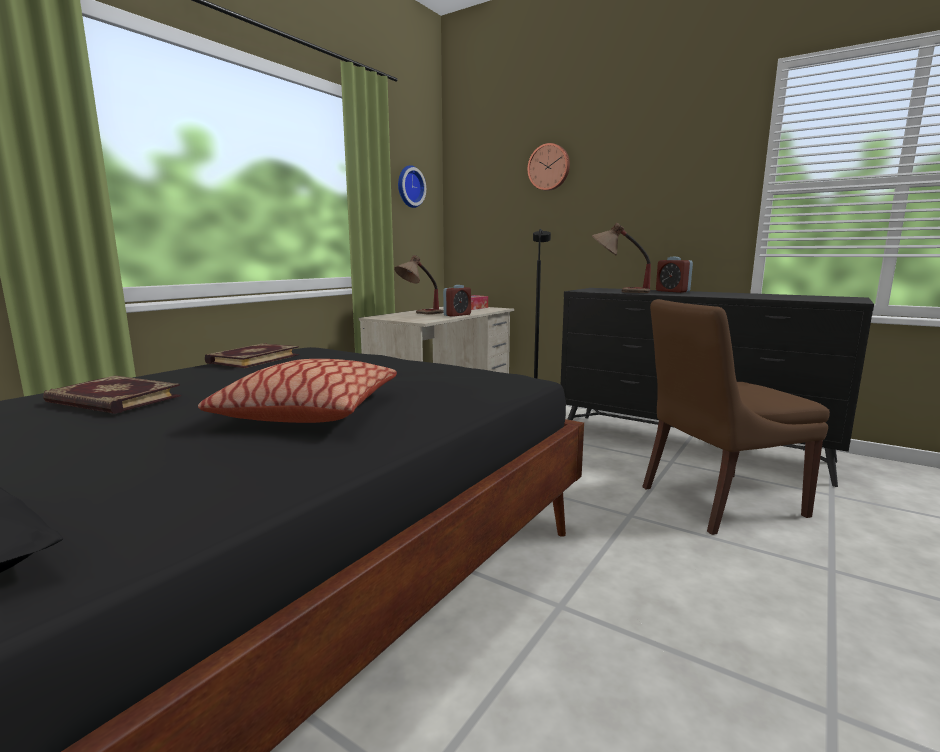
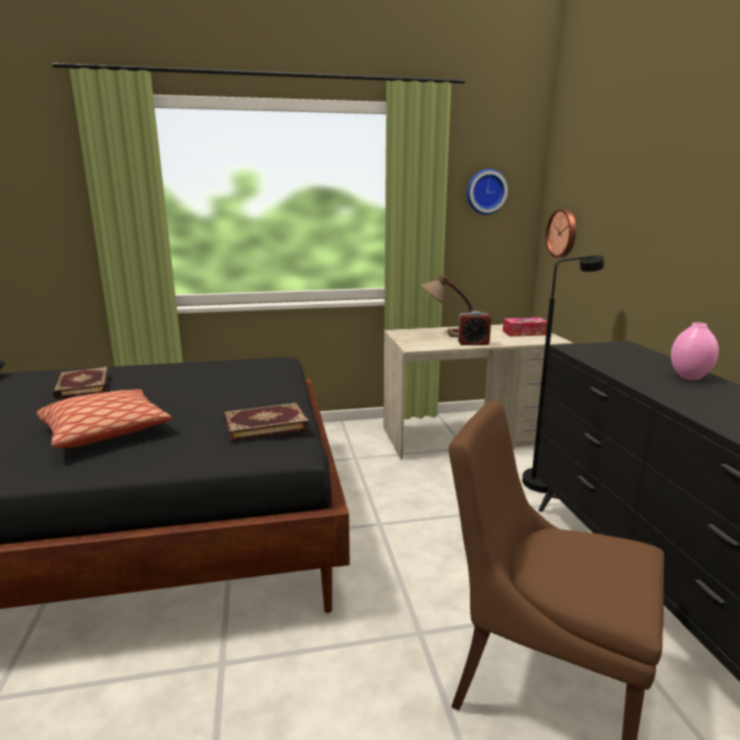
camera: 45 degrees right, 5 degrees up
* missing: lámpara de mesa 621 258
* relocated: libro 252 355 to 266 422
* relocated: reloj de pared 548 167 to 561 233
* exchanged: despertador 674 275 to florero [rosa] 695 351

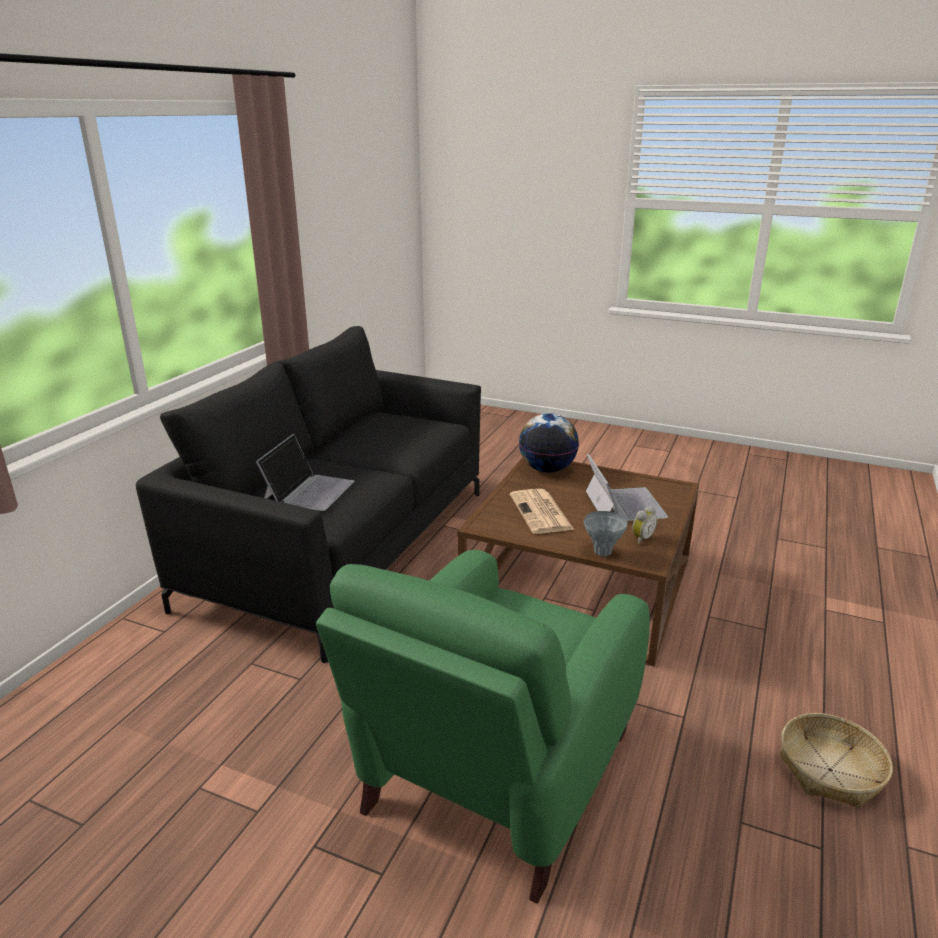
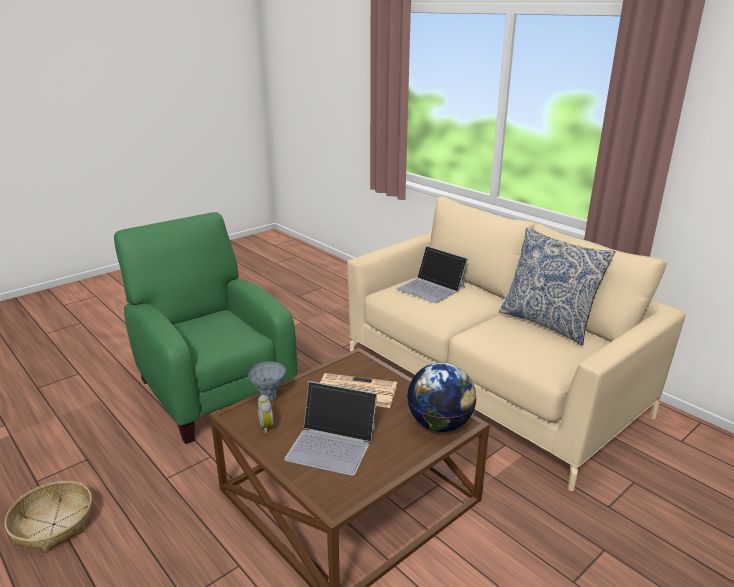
camera: 115 degrees right, 0 degrees up
* appeared: cojín 557 286
* colour: sofá [negro] 308 494 to sofá [beis] 516 344

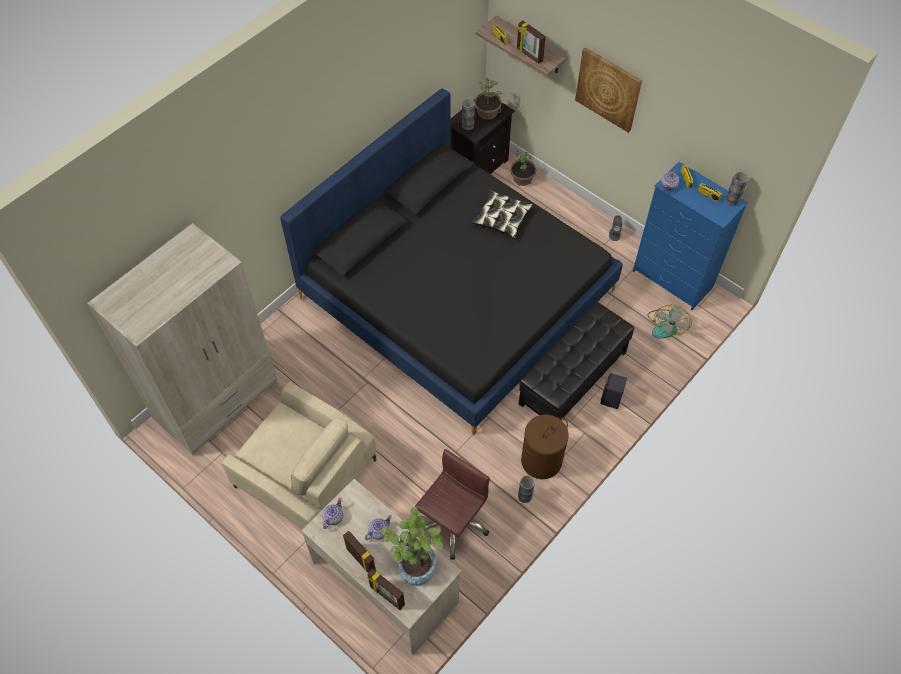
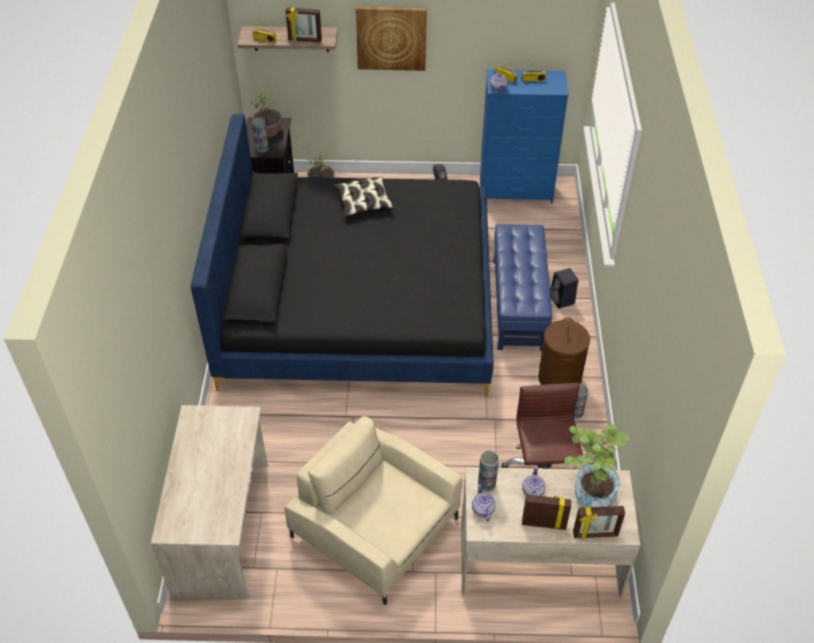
camera: 40 degrees left, 10 degrees down
* missing: ventilador 670 322
* relocated: florero 737 189 to 488 470
* exchanged: armario ropero [beis] 182 339 to escritorio [beis] 209 502
* colour: puf [negro] 577 361 to puf [azul] 523 287
* spun: sillón [beis] 298 455 = 373 510 135 degrees counterclockwise

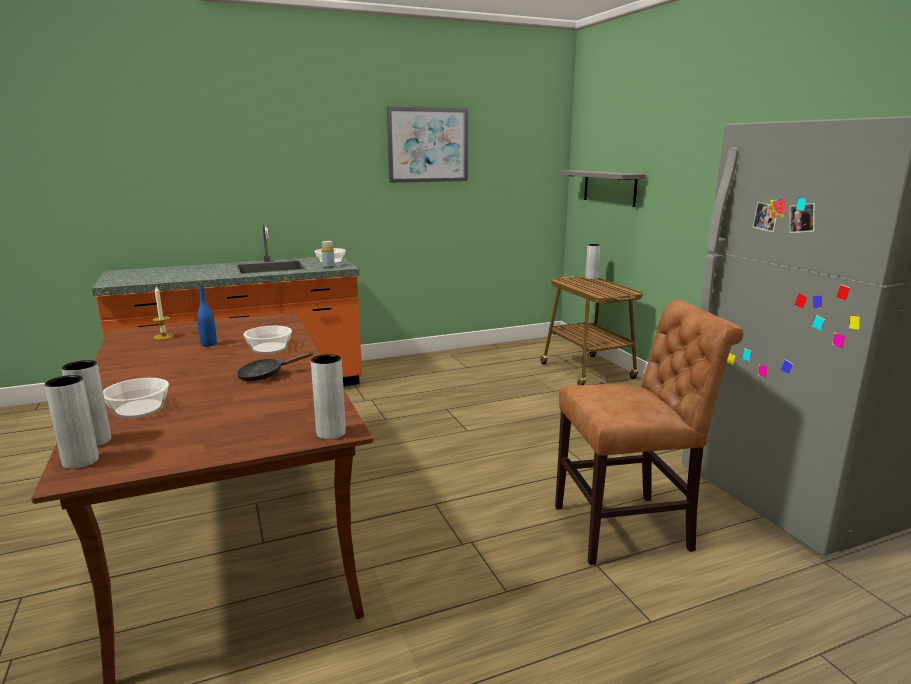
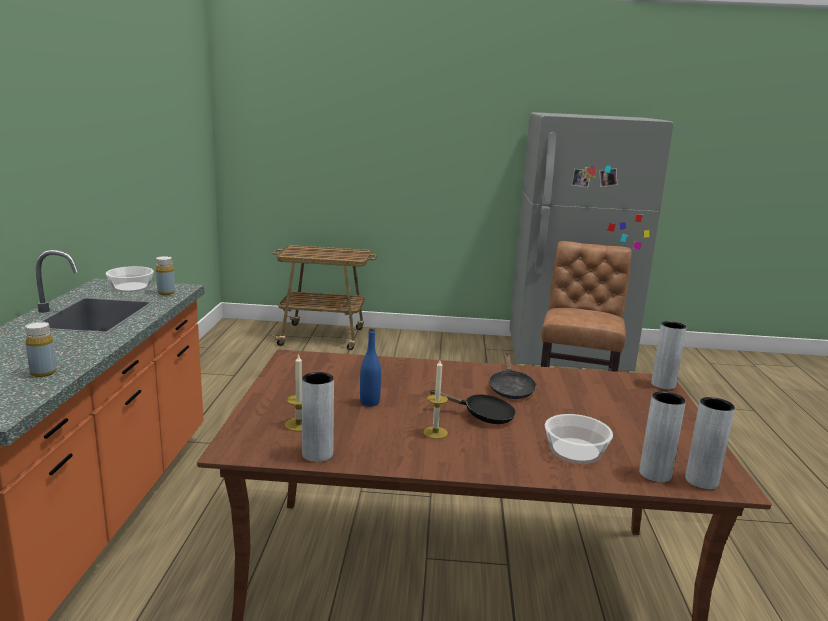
camera: 65 degrees left, 0 degrees up
* missing: cuenco 267 340
* missing: cuadro 427 144
* missing: estante [gris] 602 188
* appeared: botella [amarillo] 40 349
* appeared: vela 435 399
* appeared: sartén [negro] 473 406
* relocated: florero [gris] 592 262 to 318 417

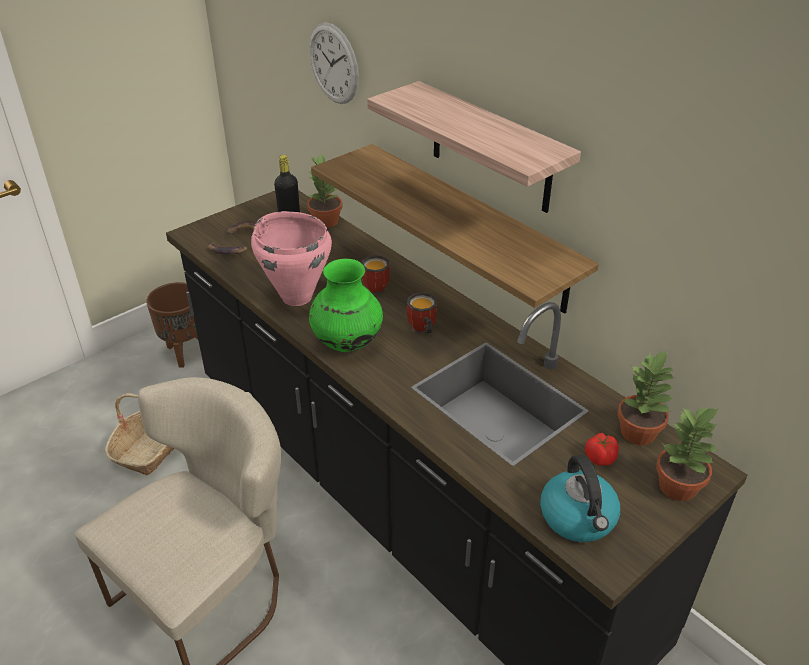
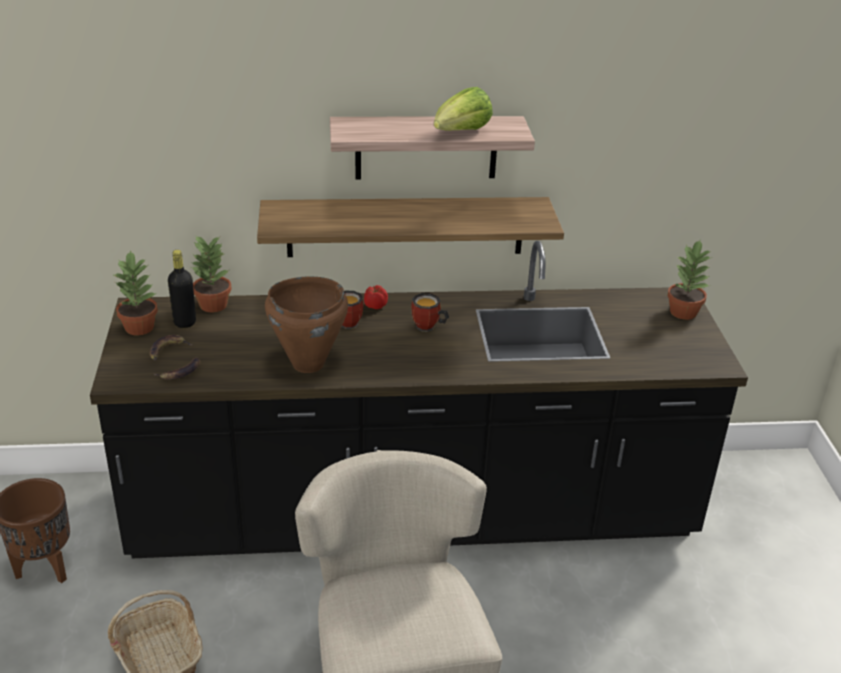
camera: 55 degrees left, 5 degrees down
* missing: reloj de pared 334 63
* missing: florero [verde] 346 305
* missing: hervidor 580 498
* appeared: lechuga 463 109
* relocated: tomate 602 449 to 376 297
* relocated: planta en maceta 645 398 to 135 292
* colour: olla [rosa] 291 258 to olla [marrón] 306 324

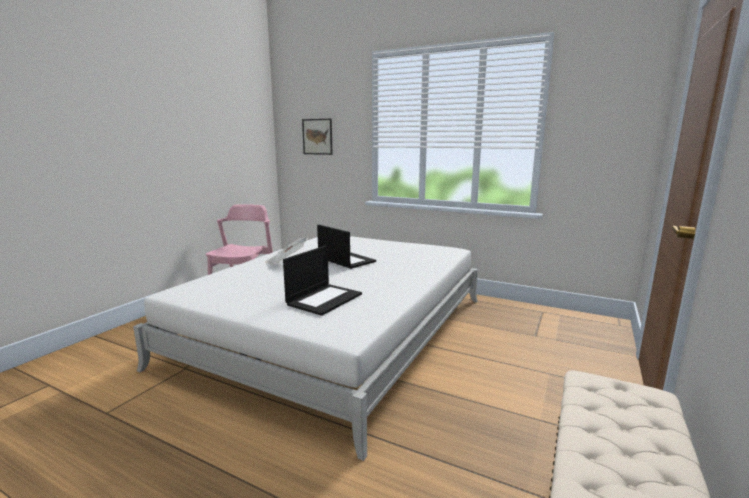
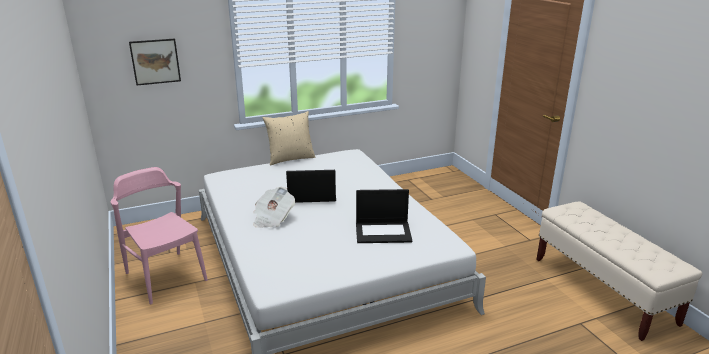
camera: 50 degrees left, 10 degrees up
* appeared: cojín [beis] 289 138
* spun: portátil 322 280 = 384 216 105 degrees clockwise

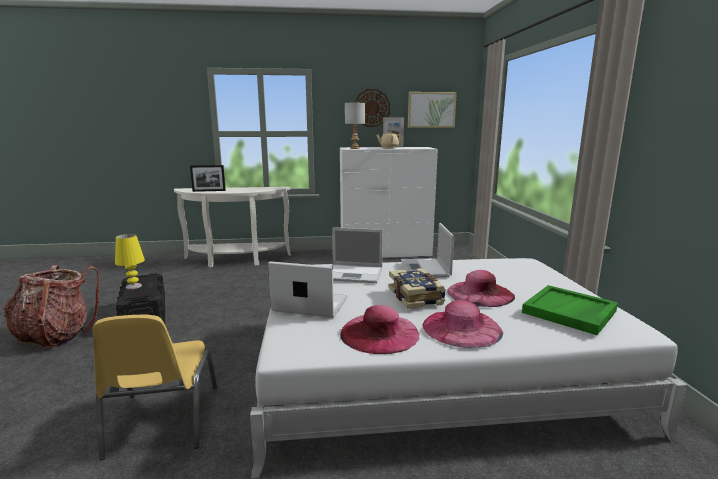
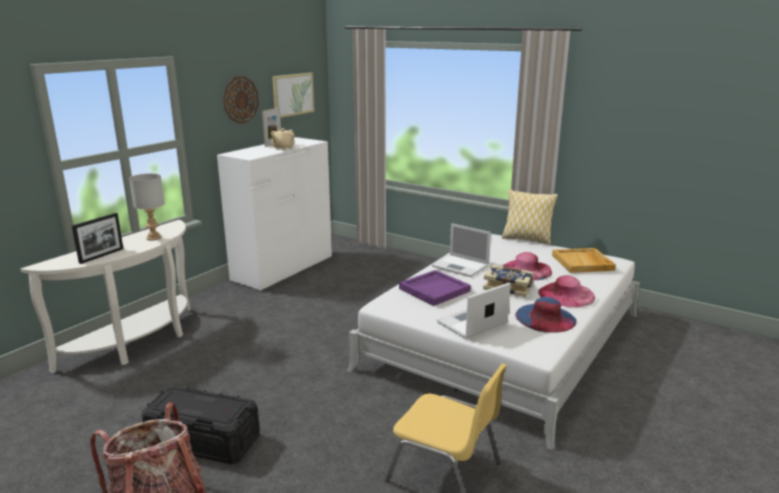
camera: 50 degrees left, 5 degrees up
* missing: lámpara de mesa [amarillo] 130 261
* appeared: cojín 530 217
* relocated: lámpara de mesa [gris] 355 126 to 147 207
* exchanged: portátil 357 255 to bandeja [morado] 435 288
* colour: sombrero [rosa] 380 329 to sombrero [azul] 546 315
* colour: bandeja [verde] 570 310 to bandeja [beis] 584 260

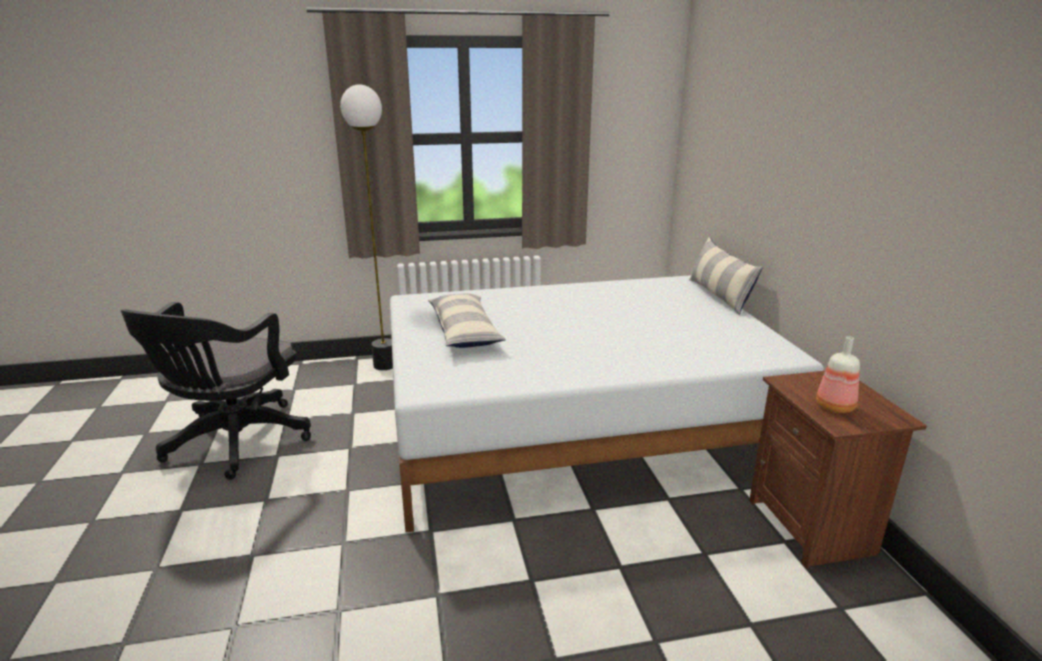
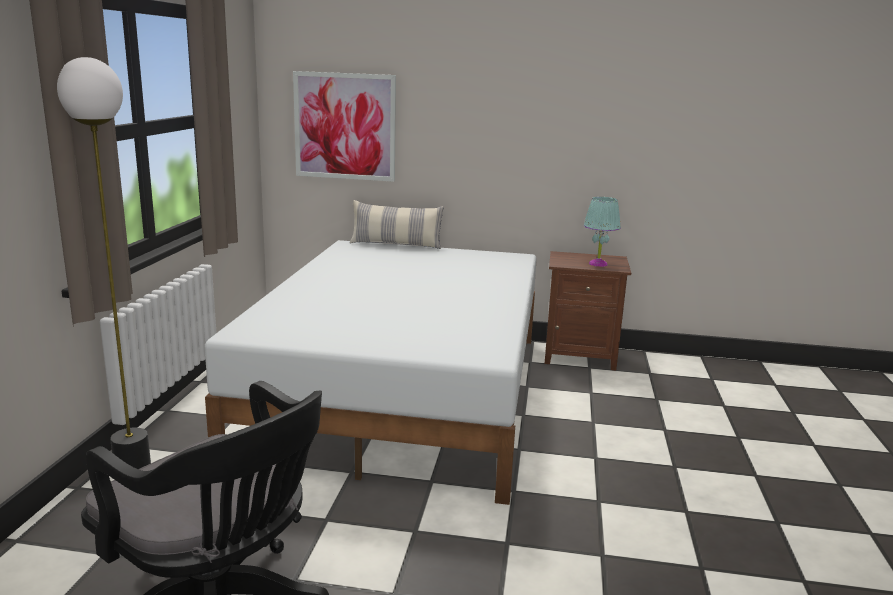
camera: 70 degrees left, 5 degrees down
* missing: cojín 467 320
* appeared: cuadro 344 126
* exchanged: botella 838 374 to lámpara de mesa [turquesa] 602 232

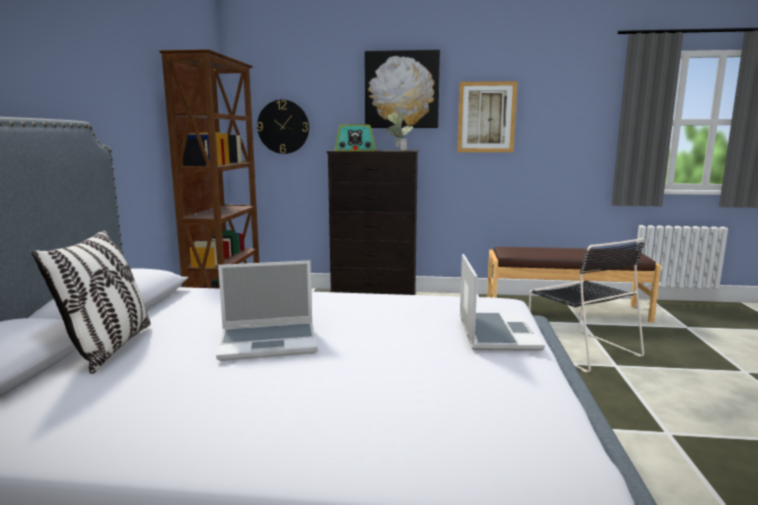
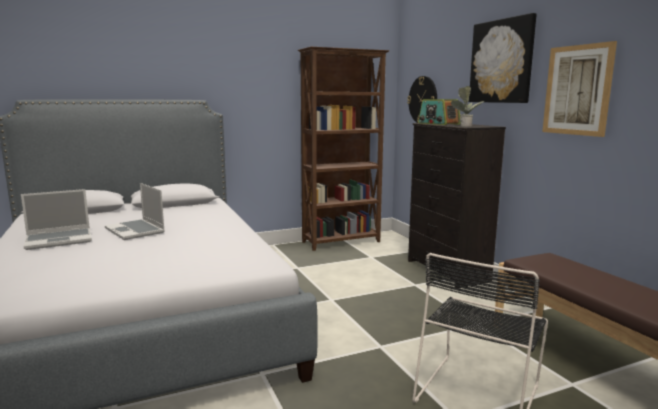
camera: 60 degrees right, 0 degrees up
* missing: cojín 91 301
* relocated: portátil 502 302 to 56 219

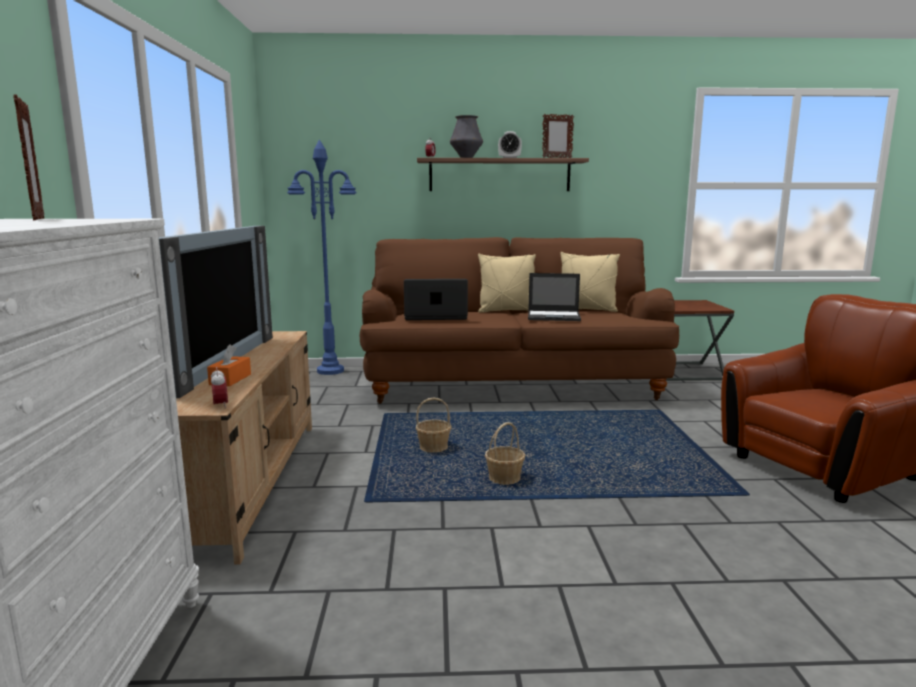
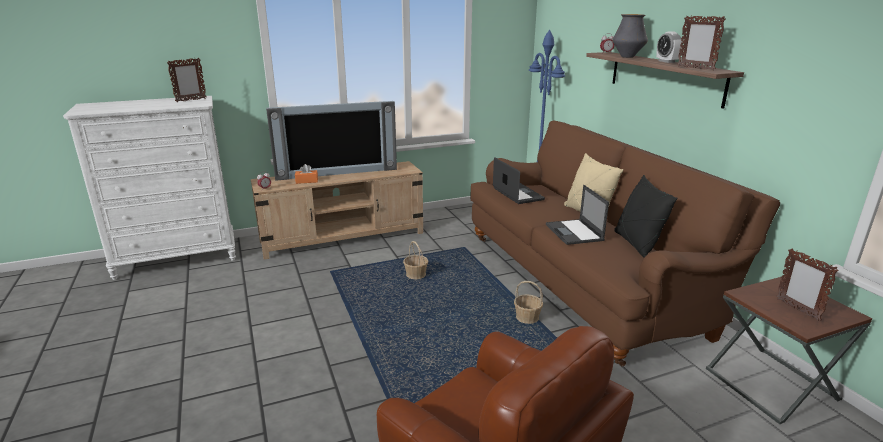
camera: 70 degrees right, 10 degrees up
* appeared: portarretratos 807 285
* relocated: cesta 505 453 to 528 302
* colour: cojín [beis] 590 282 to cojín [negro] 646 216

